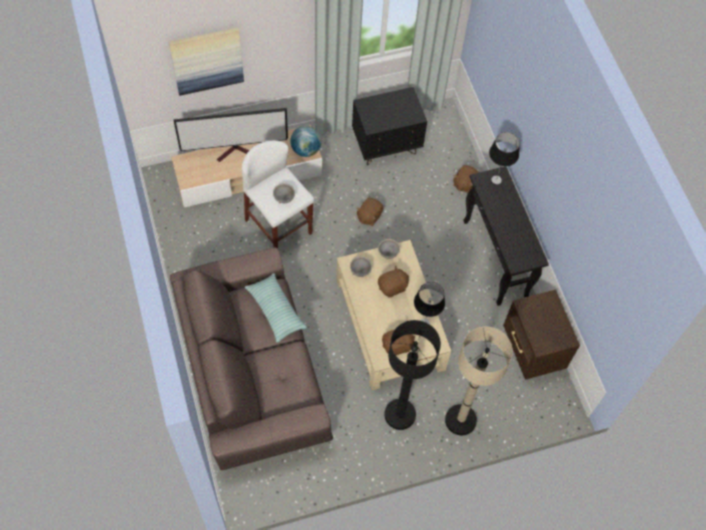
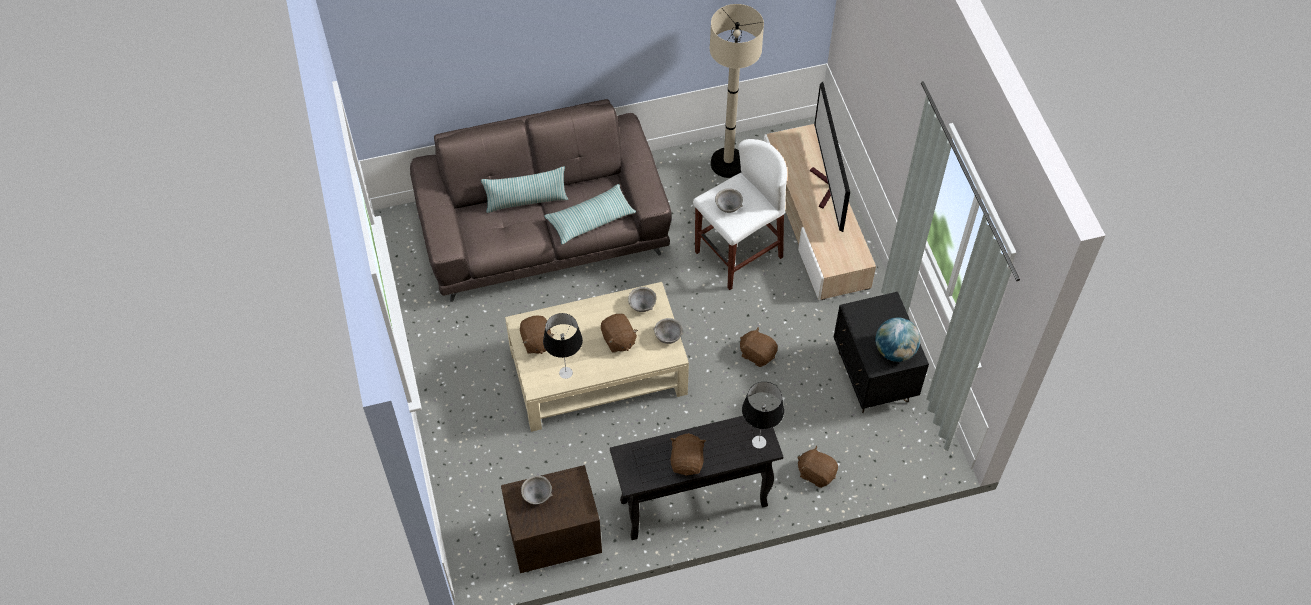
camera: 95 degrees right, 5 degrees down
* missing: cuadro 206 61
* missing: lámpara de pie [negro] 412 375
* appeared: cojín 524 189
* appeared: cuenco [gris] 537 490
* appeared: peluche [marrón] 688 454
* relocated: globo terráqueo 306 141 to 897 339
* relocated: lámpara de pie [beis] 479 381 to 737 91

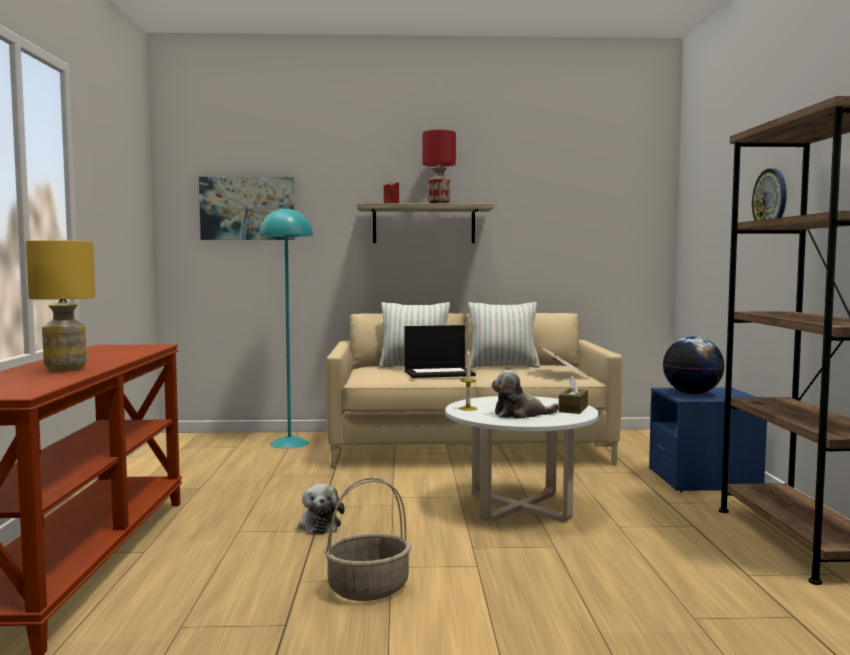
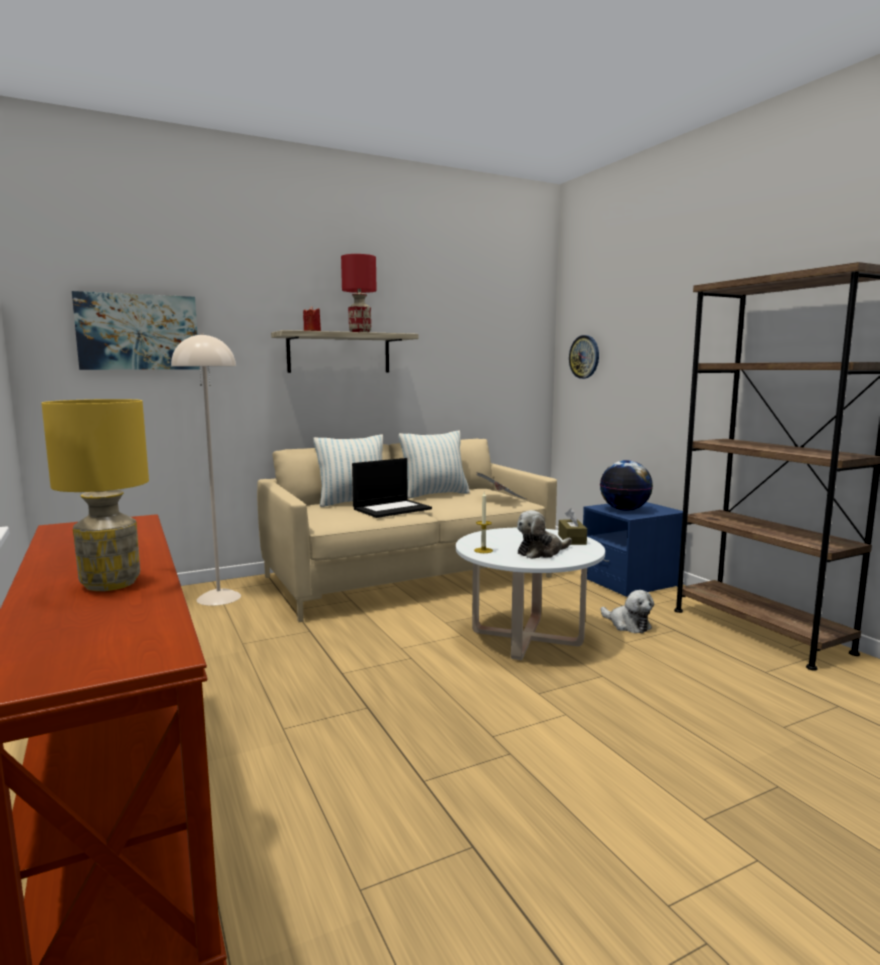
camera: 25 degrees left, 5 degrees up
* missing: cesta 368 539
* relocated: peluche 321 509 to 627 611
* relocated: reloj de pared 769 194 to 584 357
* colour: lámpara de pie [turquesa] 286 327 to lámpara de pie [beis] 206 469

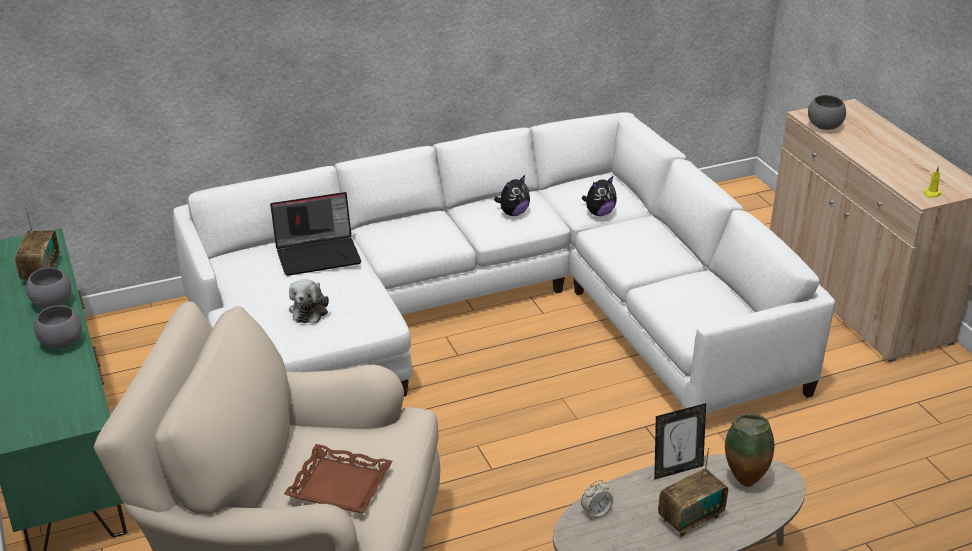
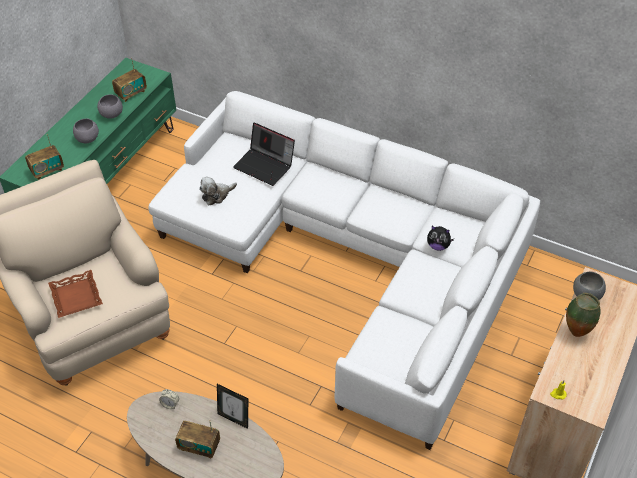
camera: 50 degrees right, 15 degrees up
* missing: peluche 512 195
* appeared: radio 44 157
* relocated: florero 749 450 to 583 315

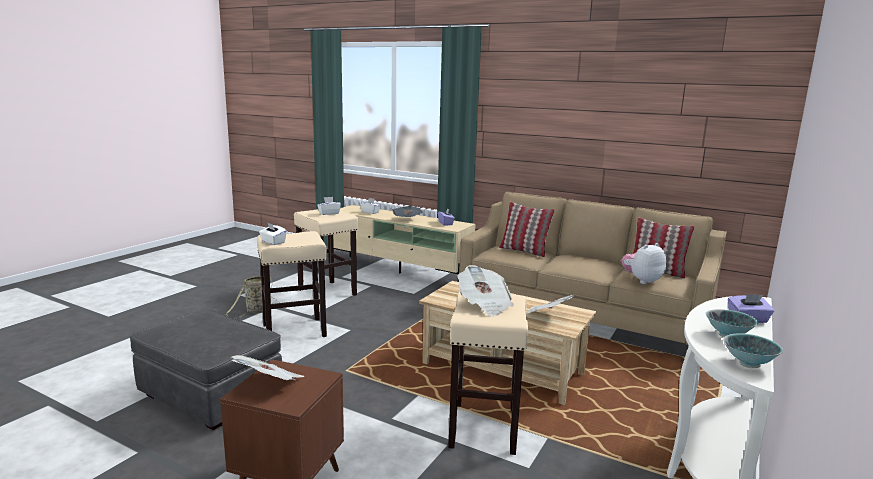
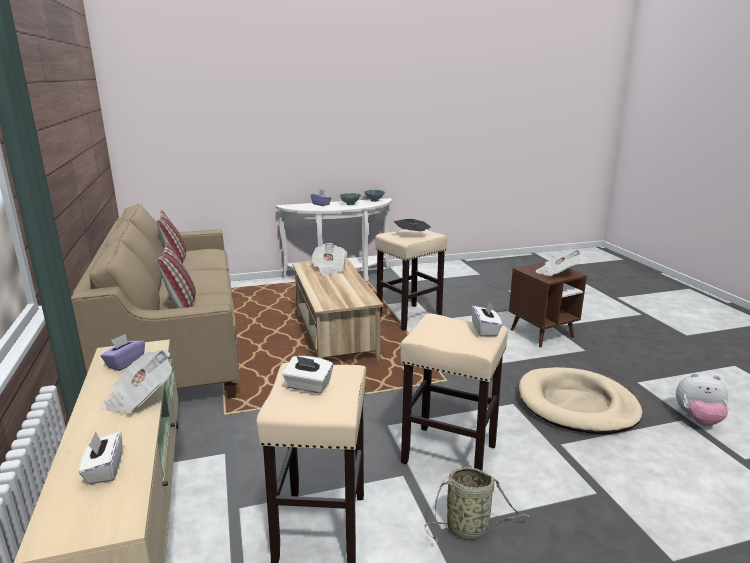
camera: 135 degrees left, 5 degrees up
* relocated: peluche 643 263 to 702 399
* exchanged: puf [gris] 206 369 to cama para perro [beis] 580 400

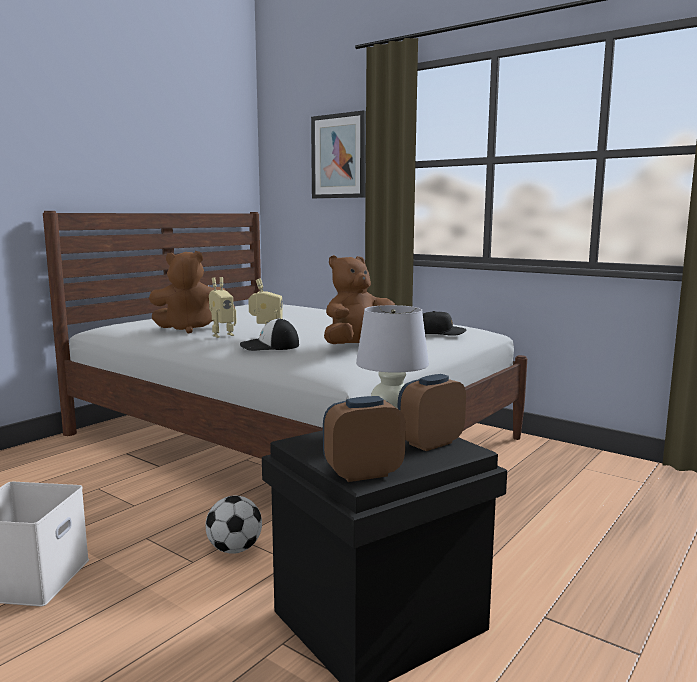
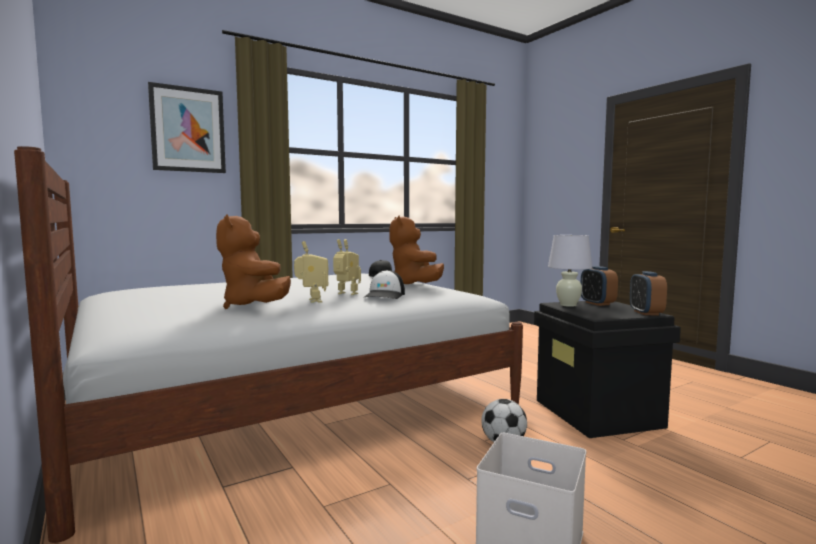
camera: 70 degrees left, 5 degrees down
* spun: peluche [marrón] 192 292 = 253 261 135 degrees clockwise

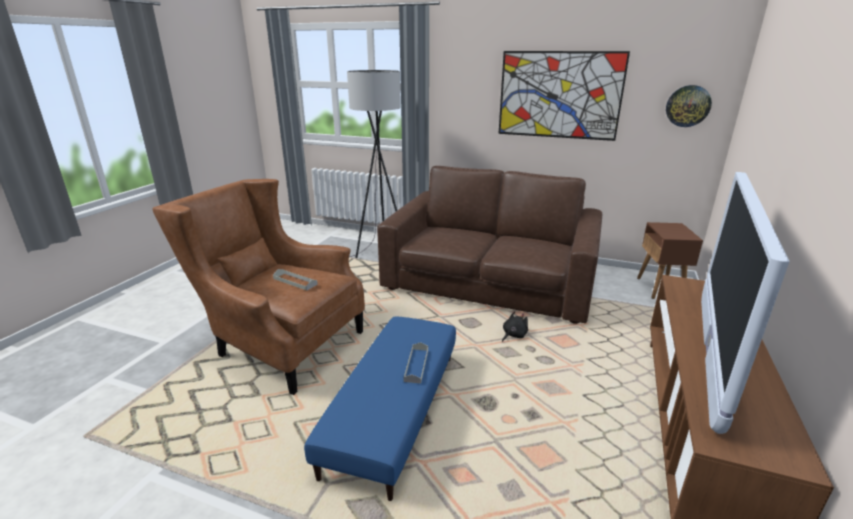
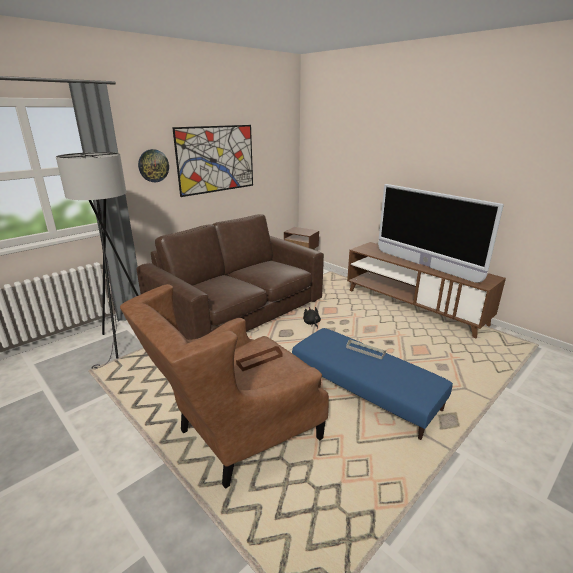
camera: 65 degrees left, 0 degrees up
* relocated: reloj de pared 689 106 to 153 165
* colour: bandeja [gris] 295 279 to bandeja [marrón] 259 358

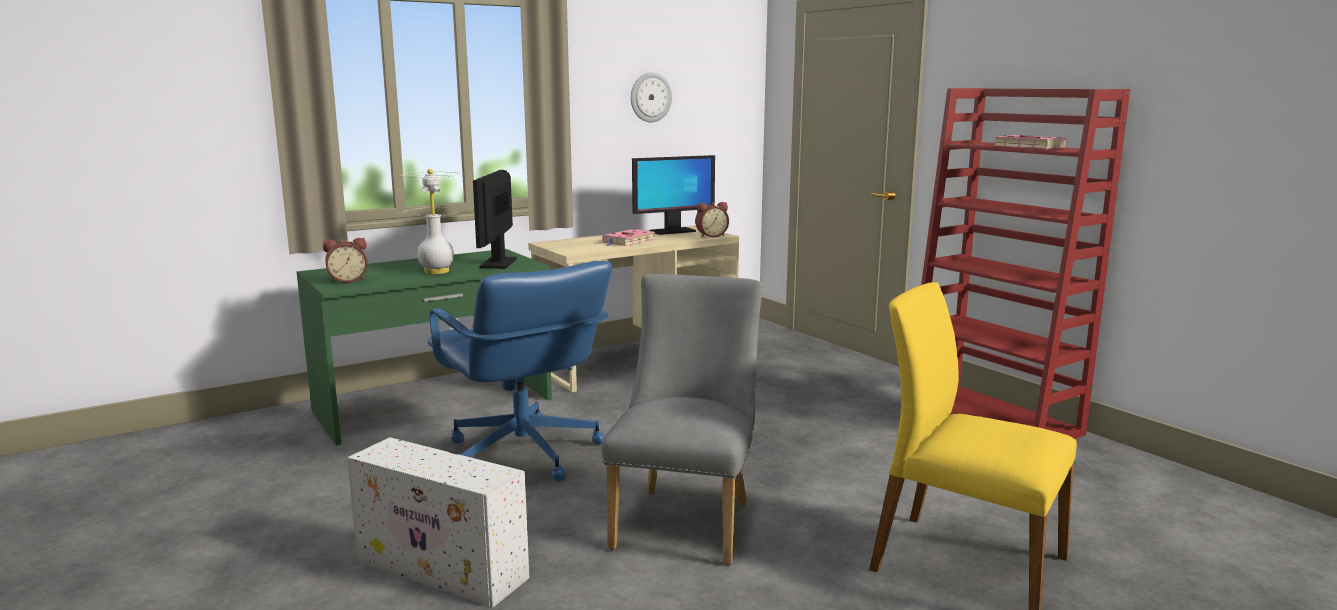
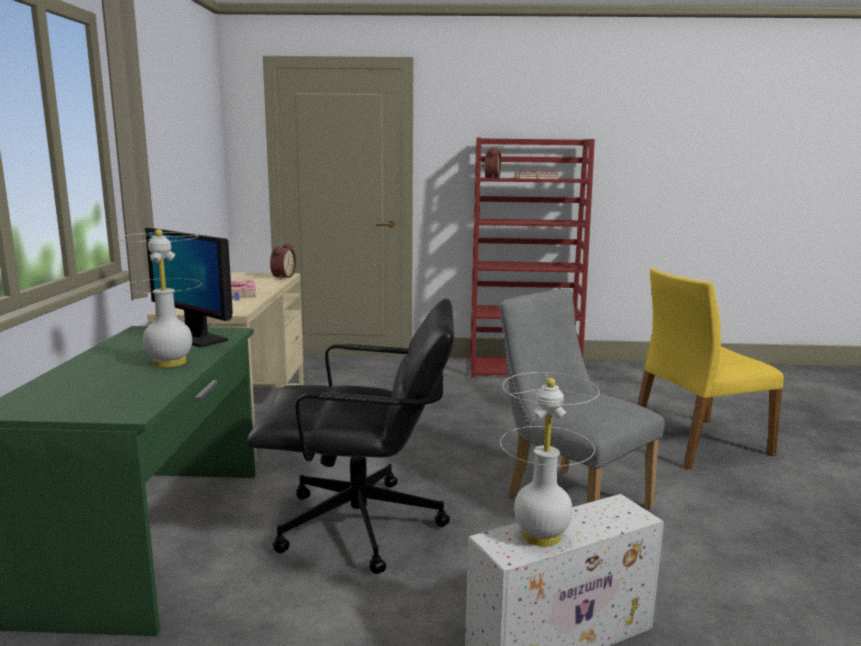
camera: 55 degrees left, 0 degrees up
* missing: reloj de pared 651 97
* missing: monitor 673 195
* appeared: lámpara de mesa [blanco] 549 459
* relocated: despertador 345 260 to 491 163
* colour: silla de oficina [azul] 520 371 to silla de oficina [negro] 350 436

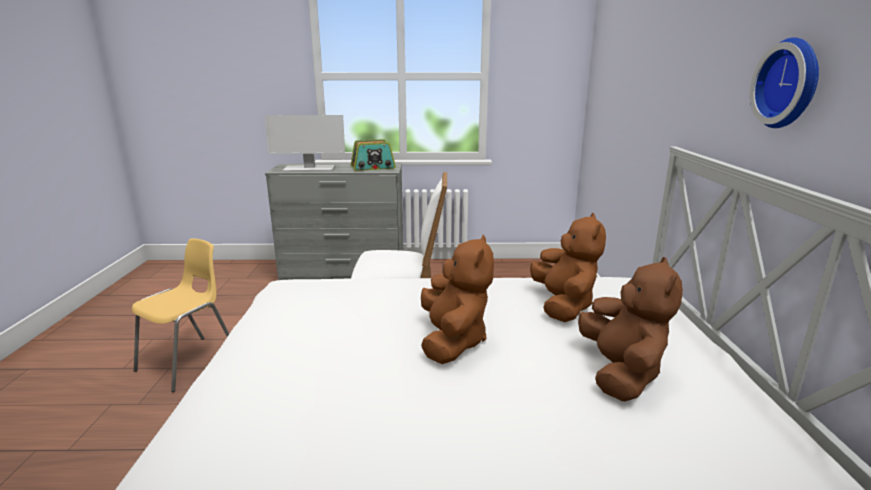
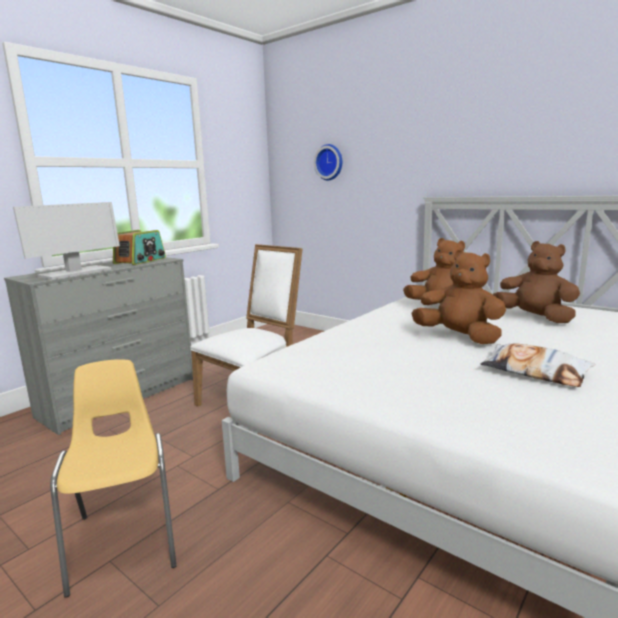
camera: 50 degrees left, 5 degrees down
* appeared: cojín 538 365
* relocated: reloj de pared 784 82 to 328 162

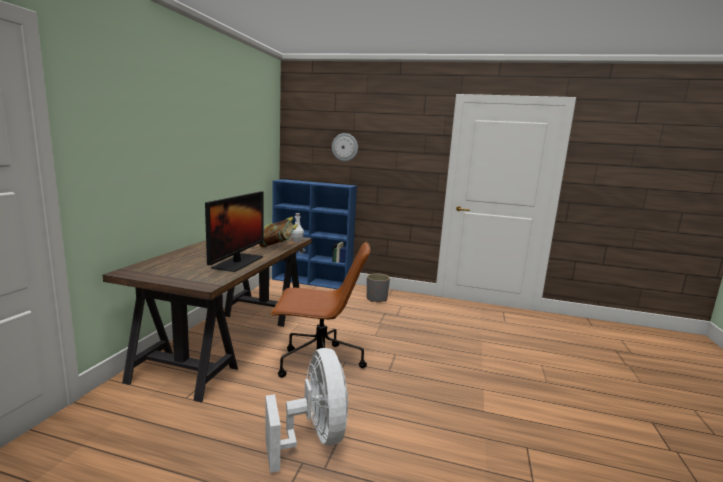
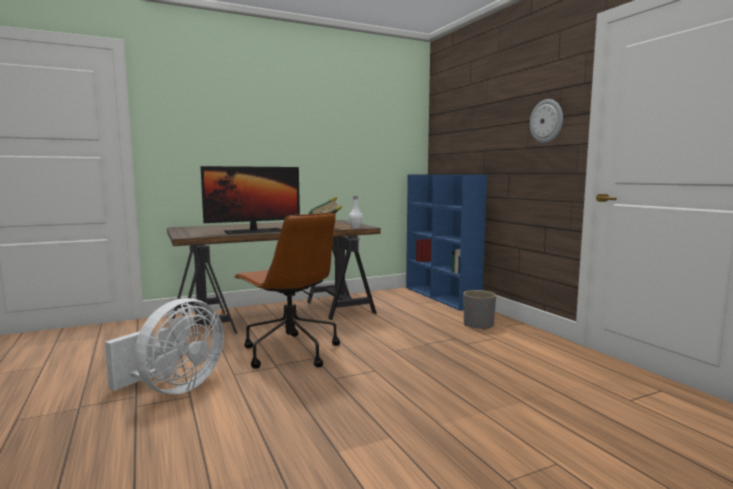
camera: 50 degrees right, 5 degrees down
* relocated: reloj de pared 345 147 to 546 121

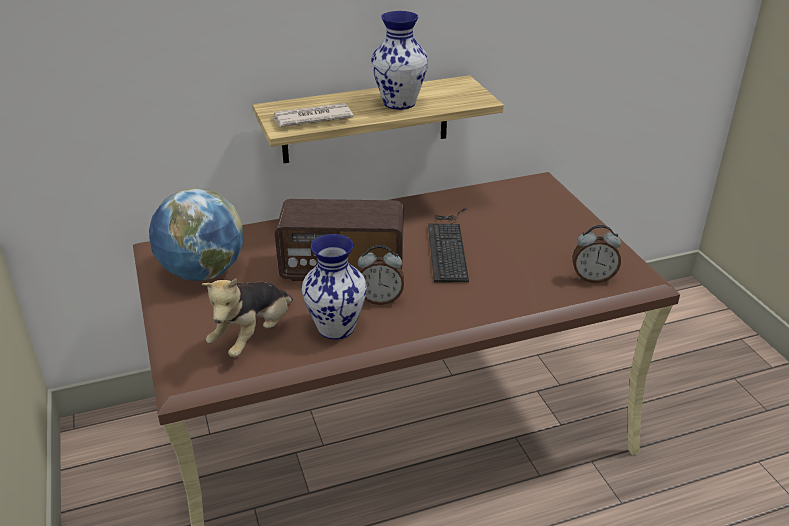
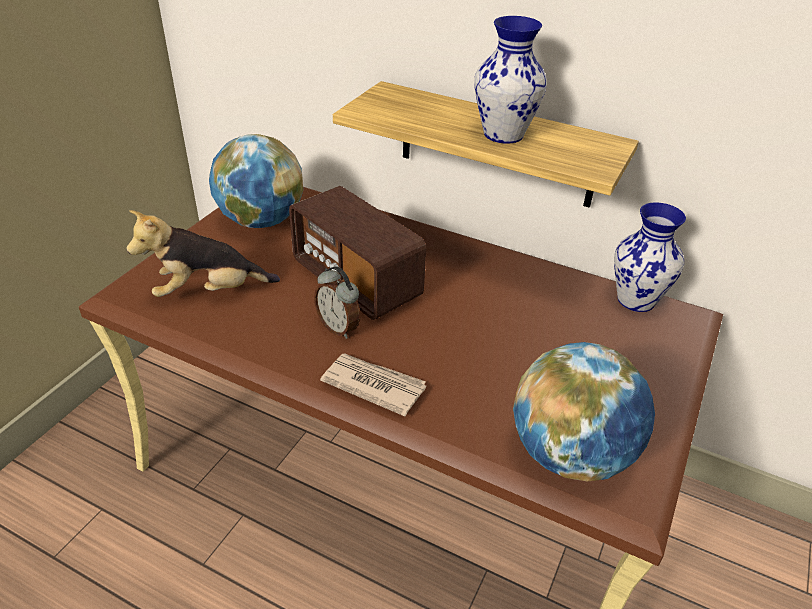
camera: 45 degrees right, 5 degrees up
* missing: teclado 448 245
* relocated: periódico 312 115 to 373 385
* relocated: florero 334 287 to 650 257
* exchanged: despertador 596 254 to globo terráqueo 584 412

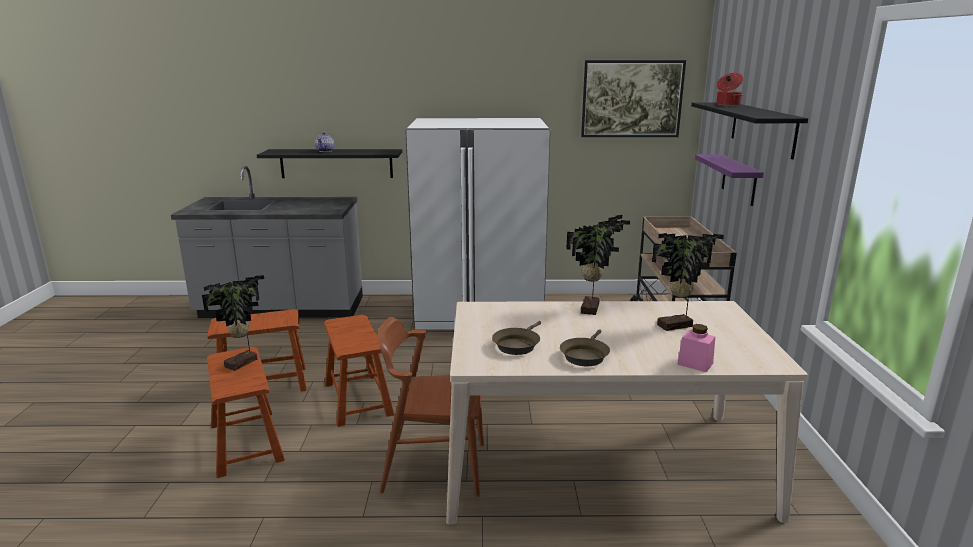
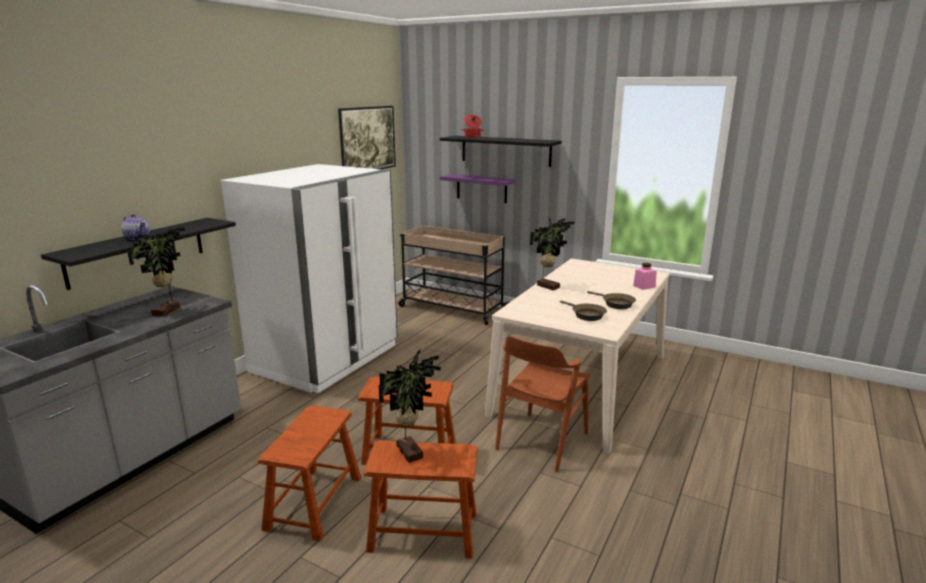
camera: 60 degrees left, 0 degrees up
* relocated: planta en maceta 688 282 to 156 272

